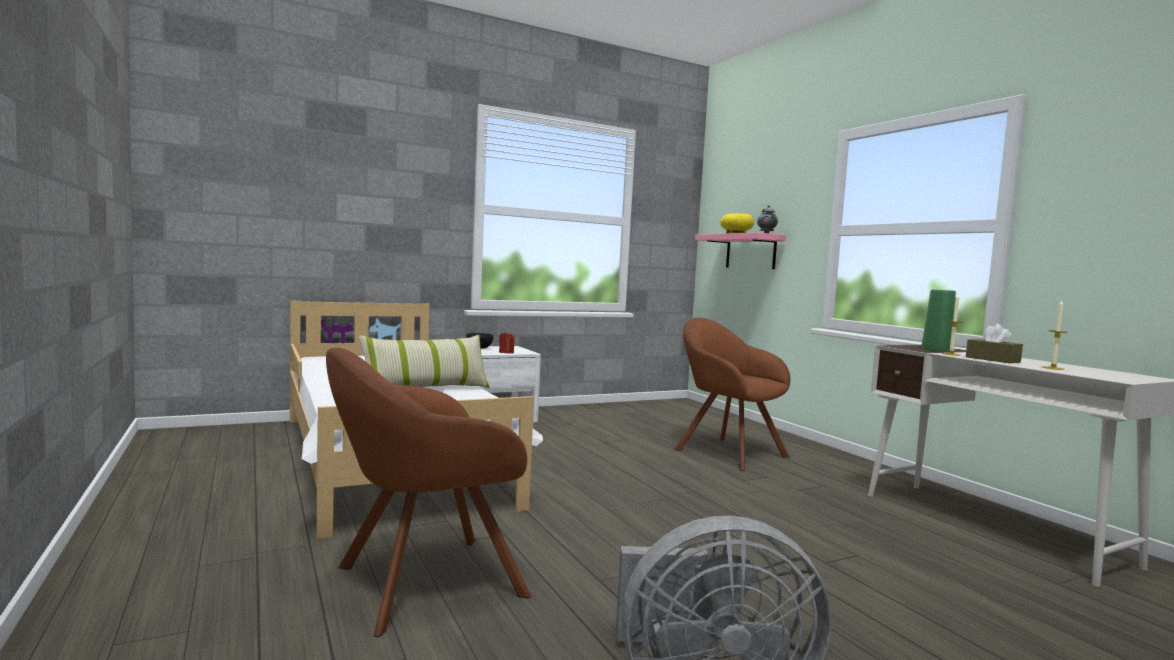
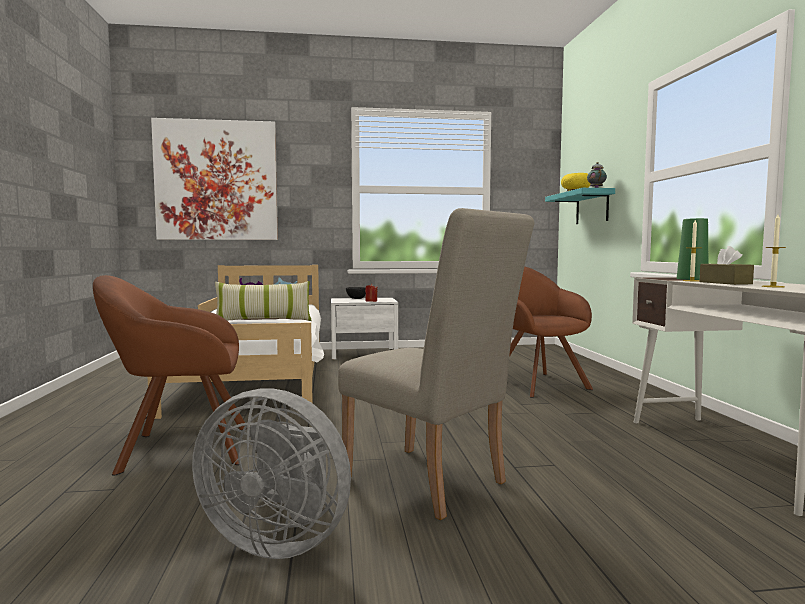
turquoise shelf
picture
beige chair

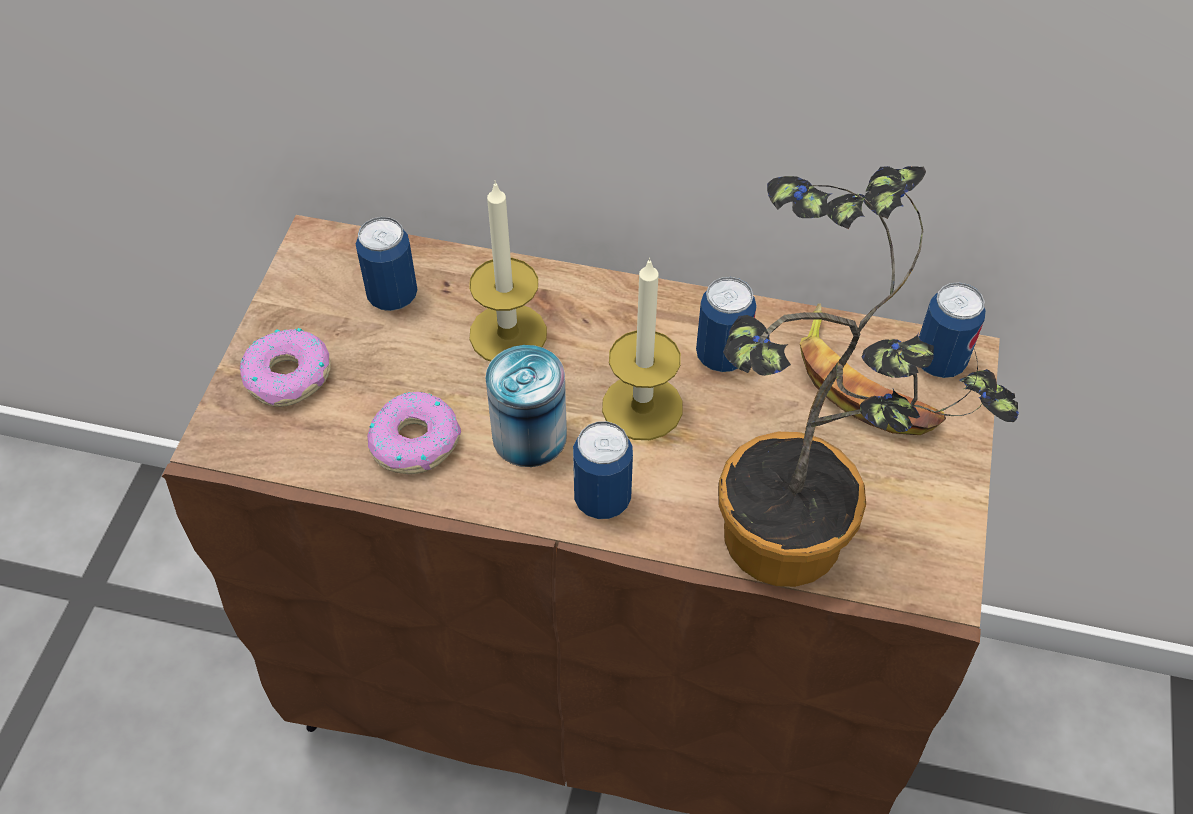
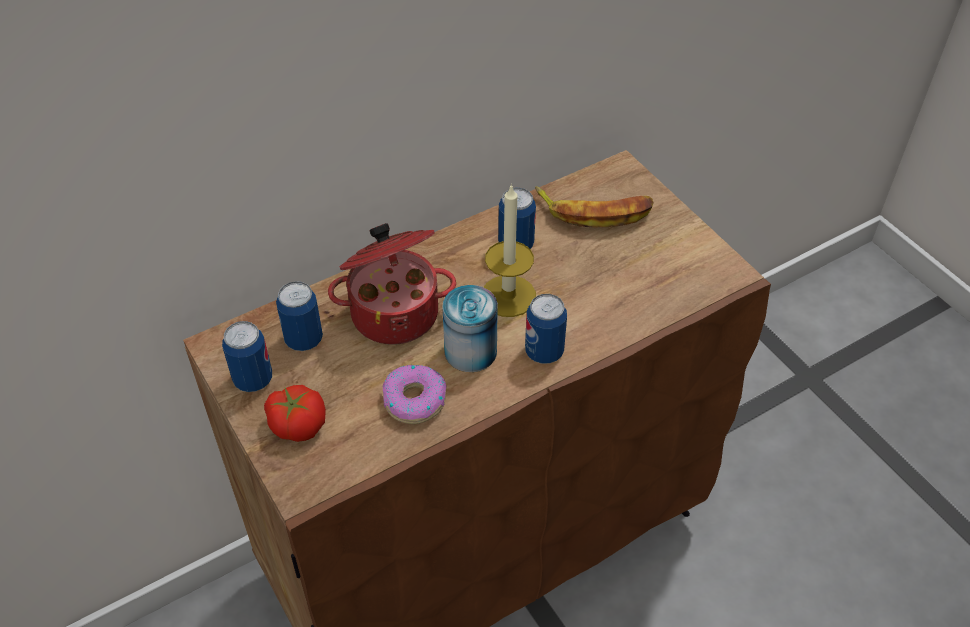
potted plant
cooking pot
can (1st from left)
tomato

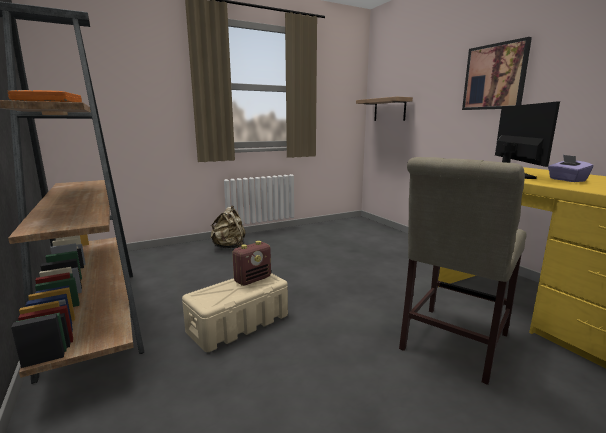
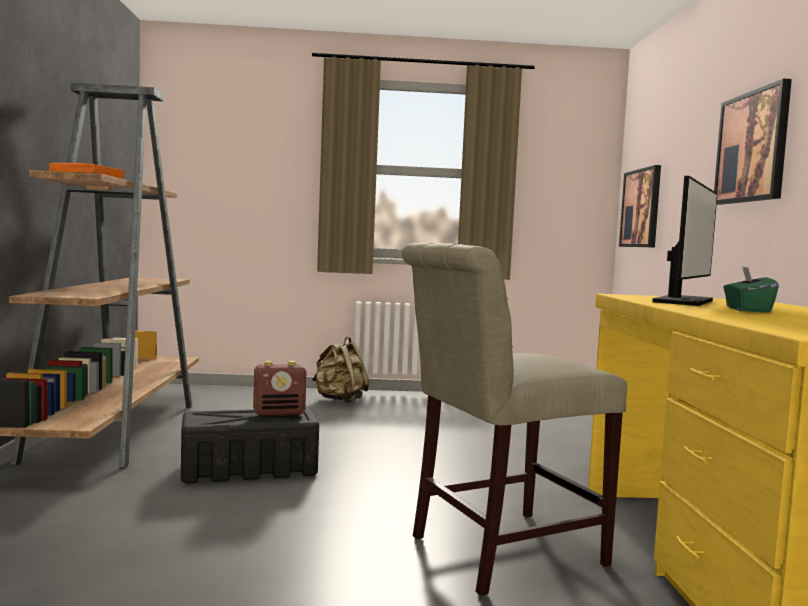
picture (1st from left)
green tissue box
black storage box

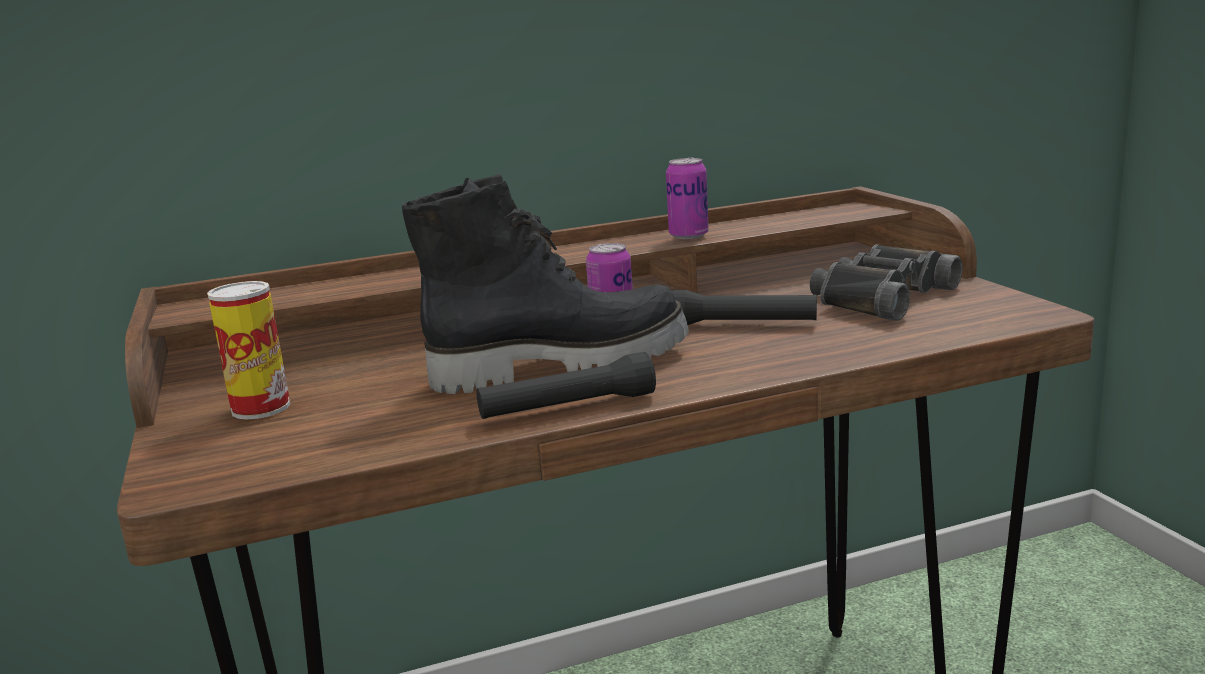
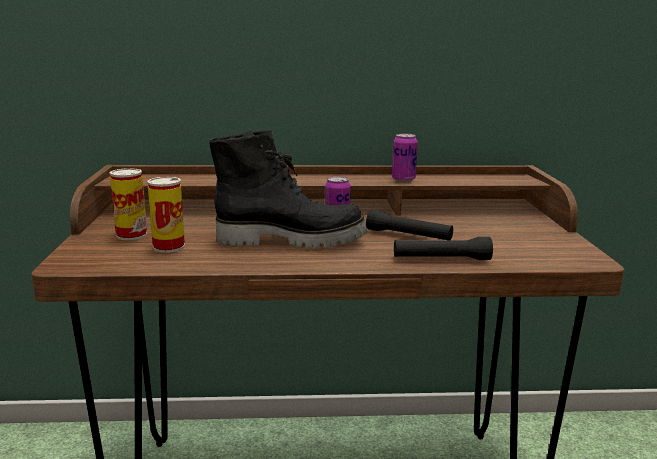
black binoculars
black flashlight (2nd from left)
can (2nd from left)

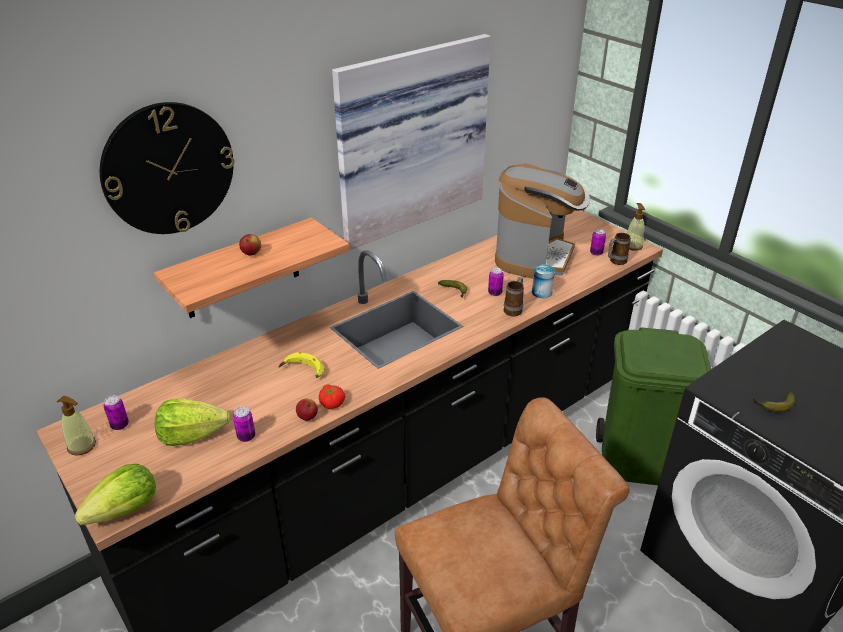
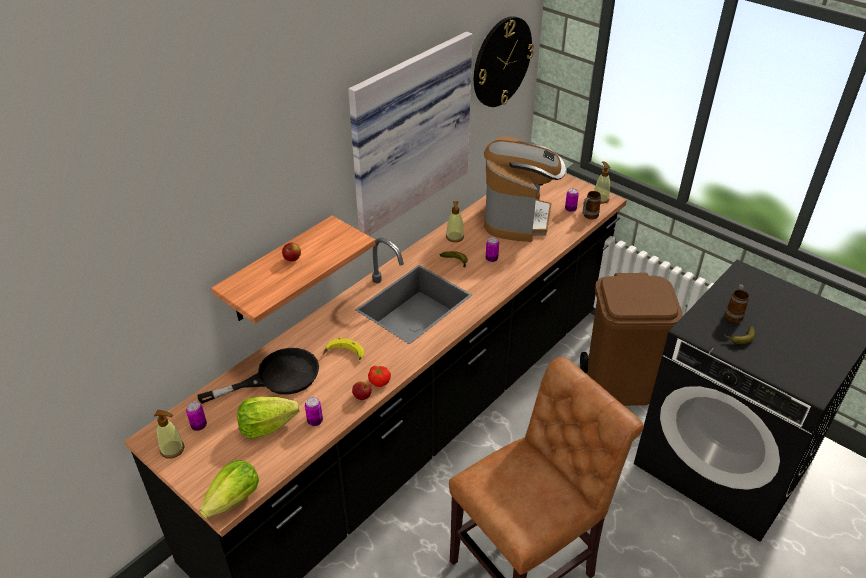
wall clock
can (4th from left in the first image)
mug (2nd from left)
brown trash can
soap dispenser (2nd from left)
black frying pan

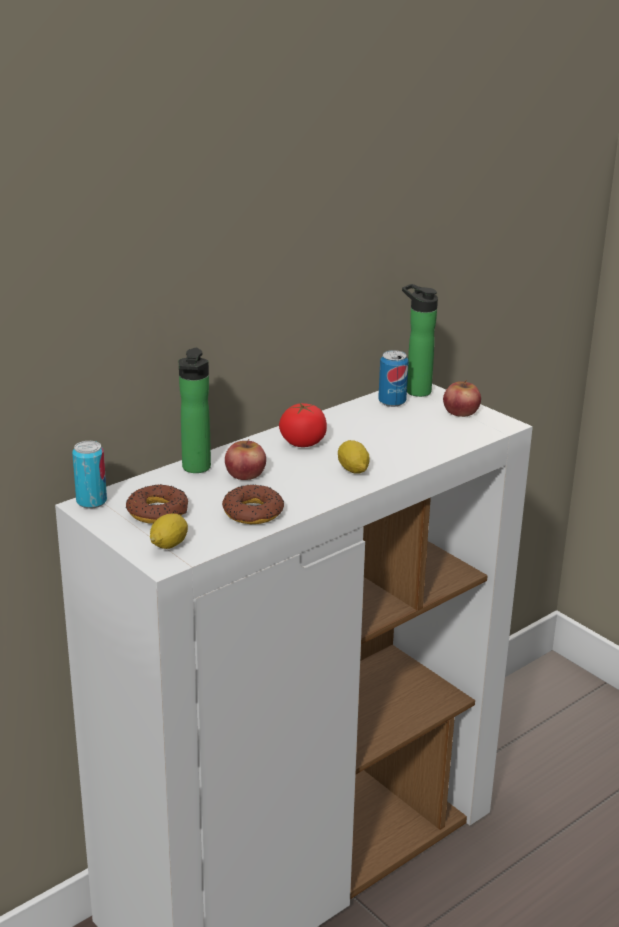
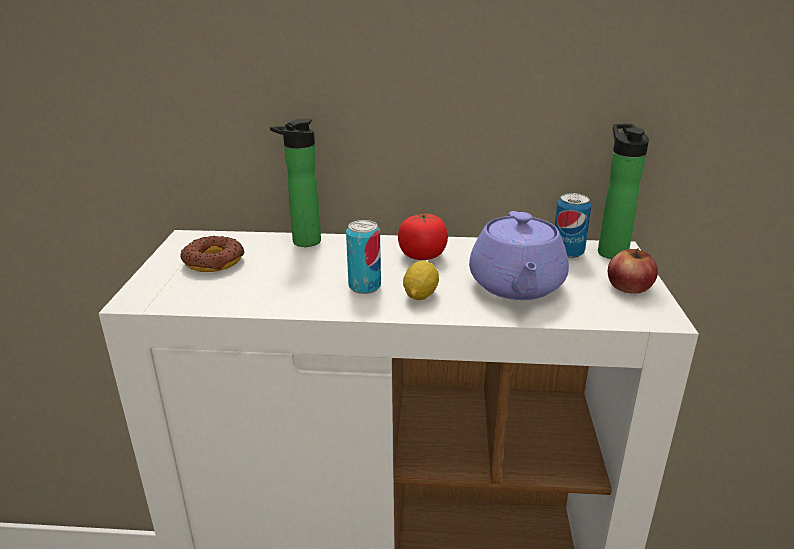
apple (1st from left in the first image)
can (1st from left)
donut (2nd from left in the first image)
lemon (1st from left in the first image)
purple teapot

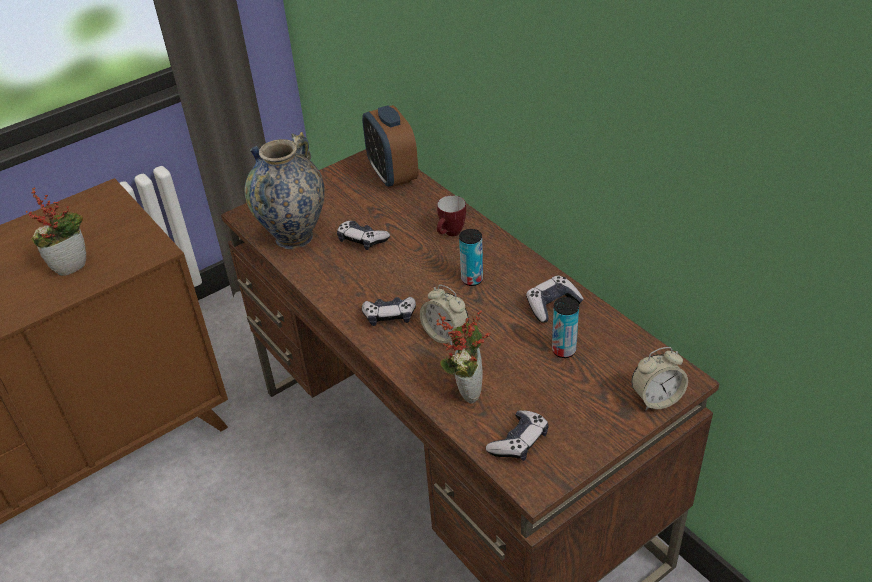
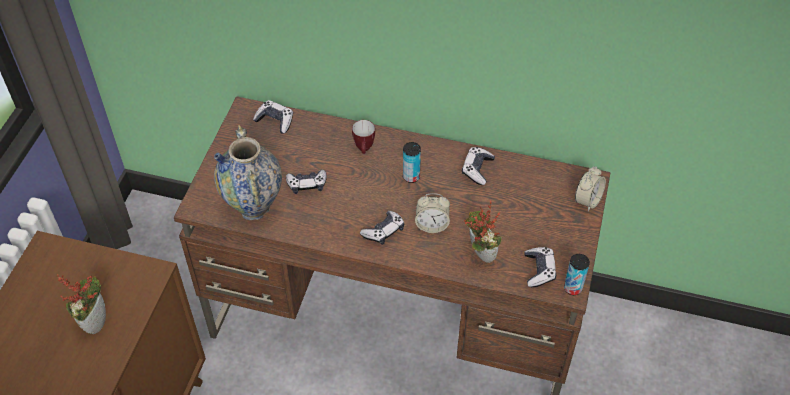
game controller (1st from left)
can (2nd from left)

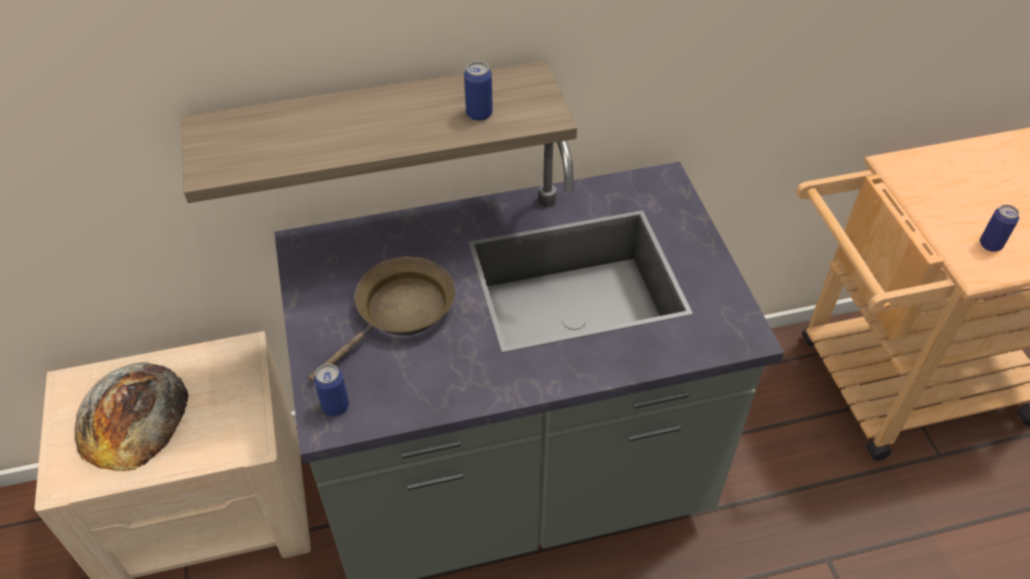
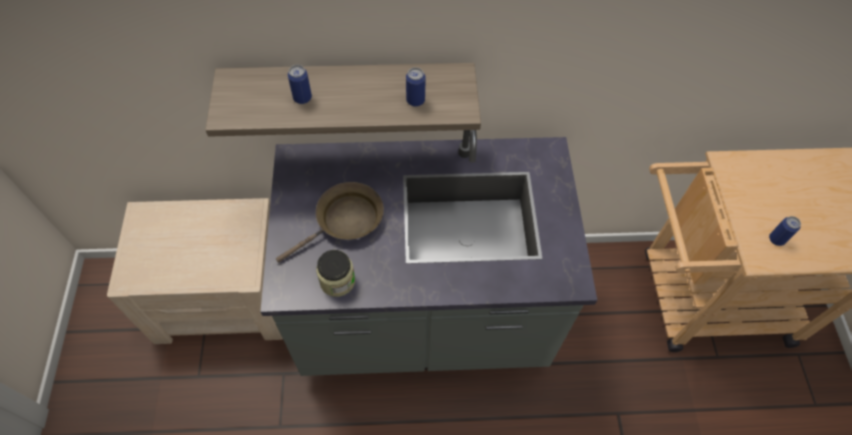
bread
can (1st from left)
jar

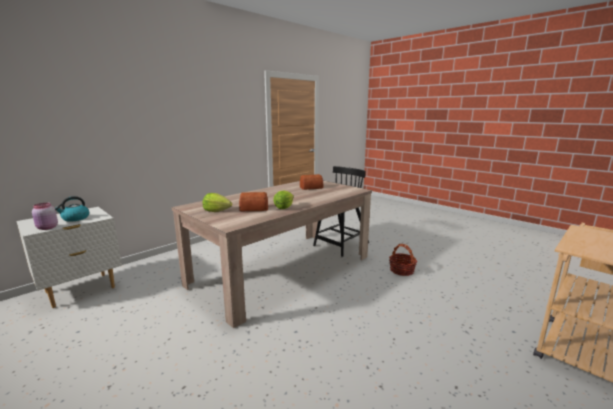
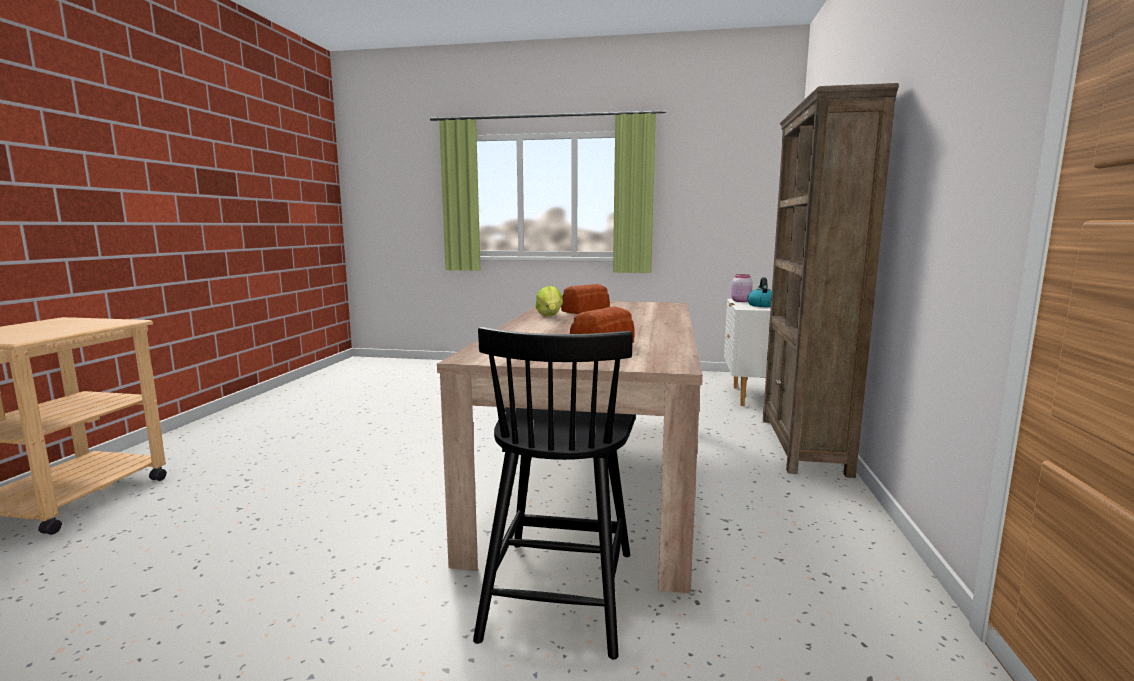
lettuce (1st from left in the first image)
basket
brown bookcase

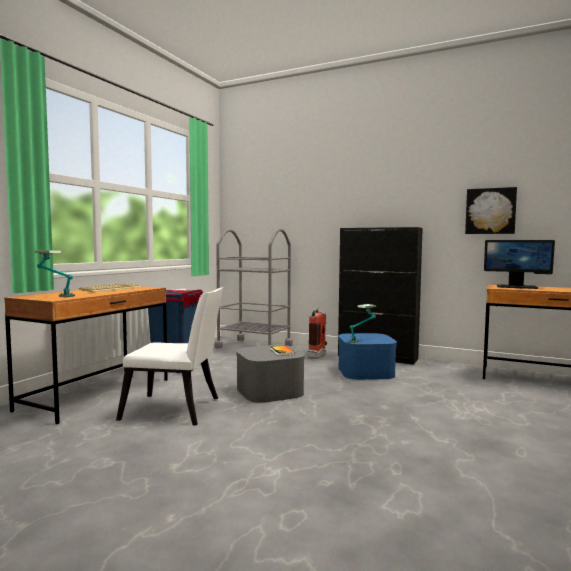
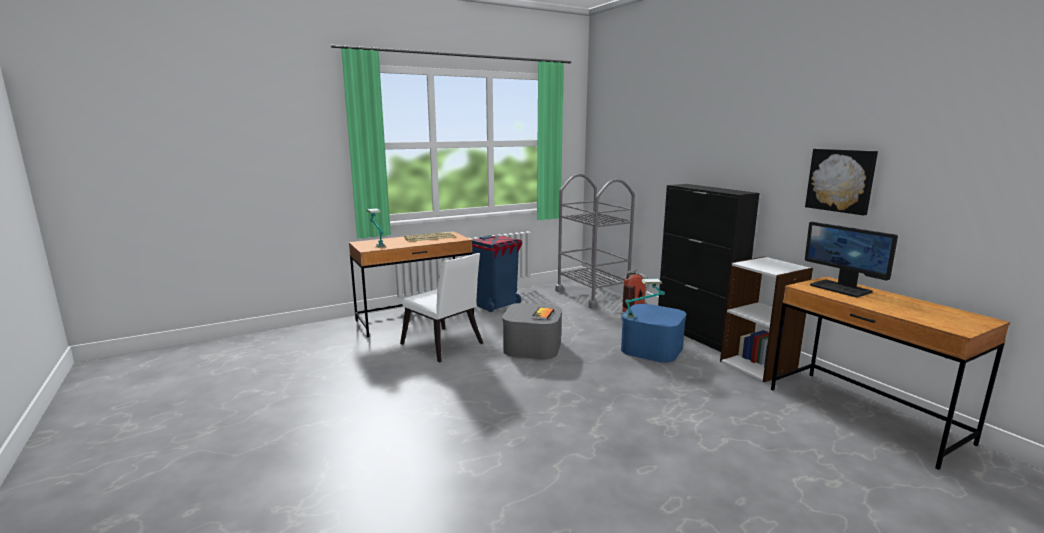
white bookcase

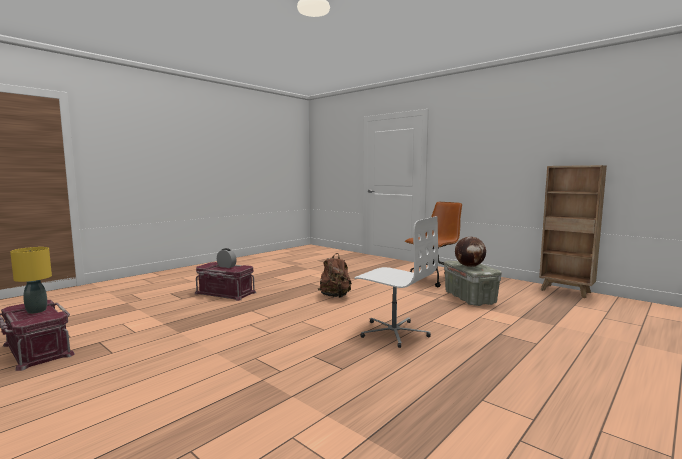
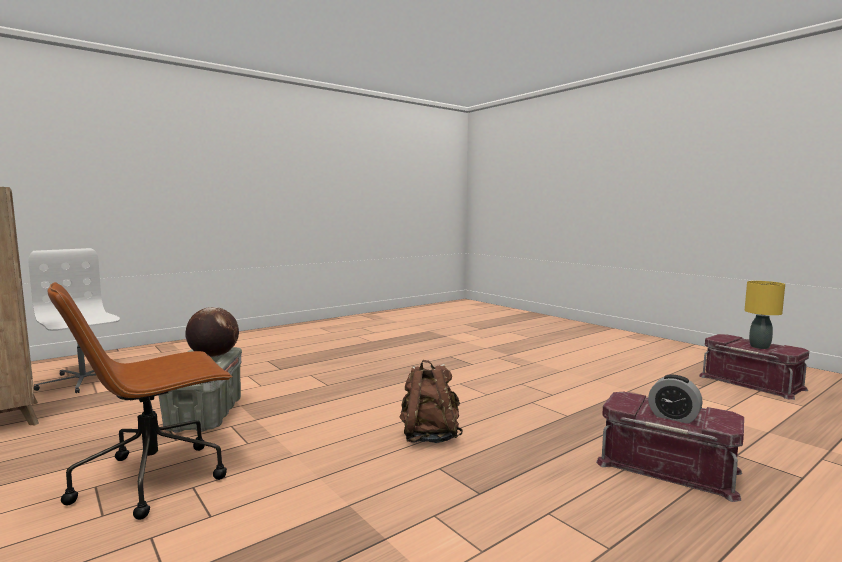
white office chair

